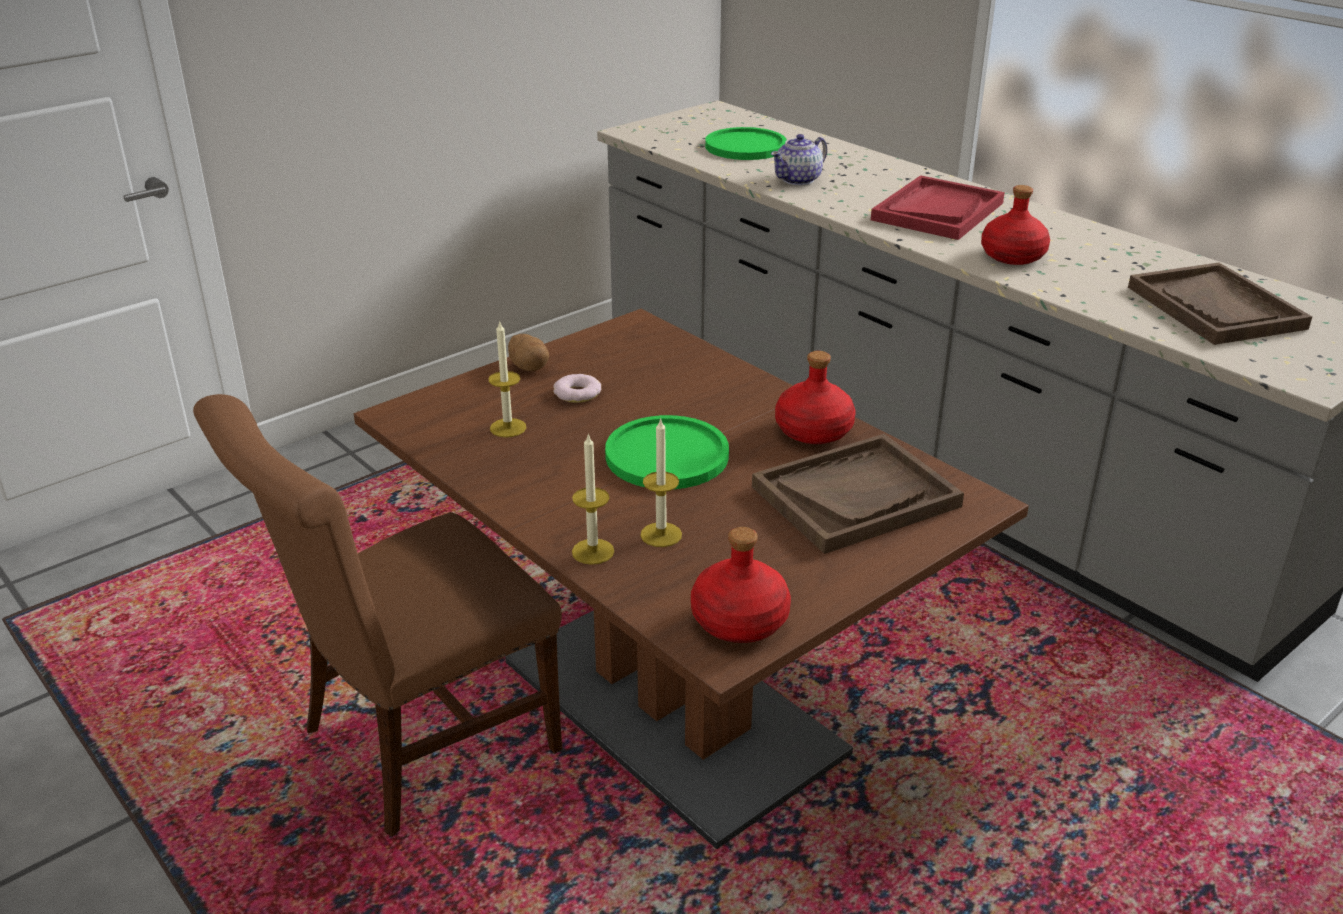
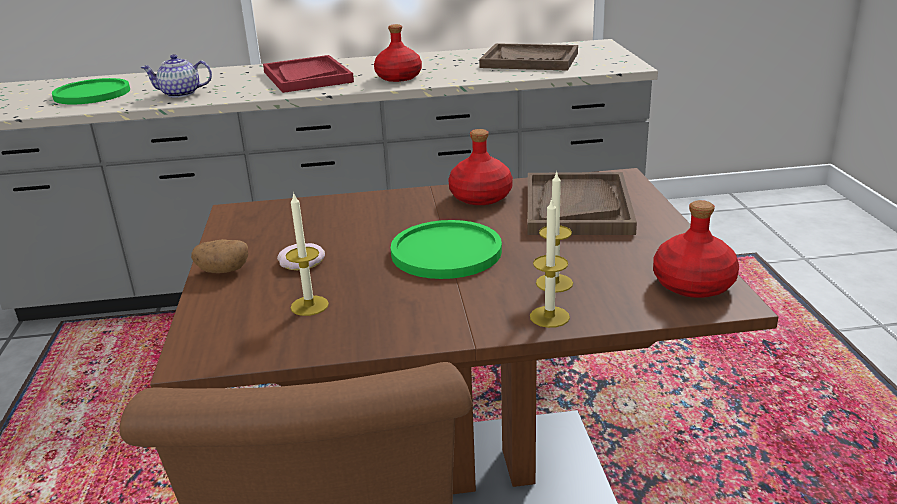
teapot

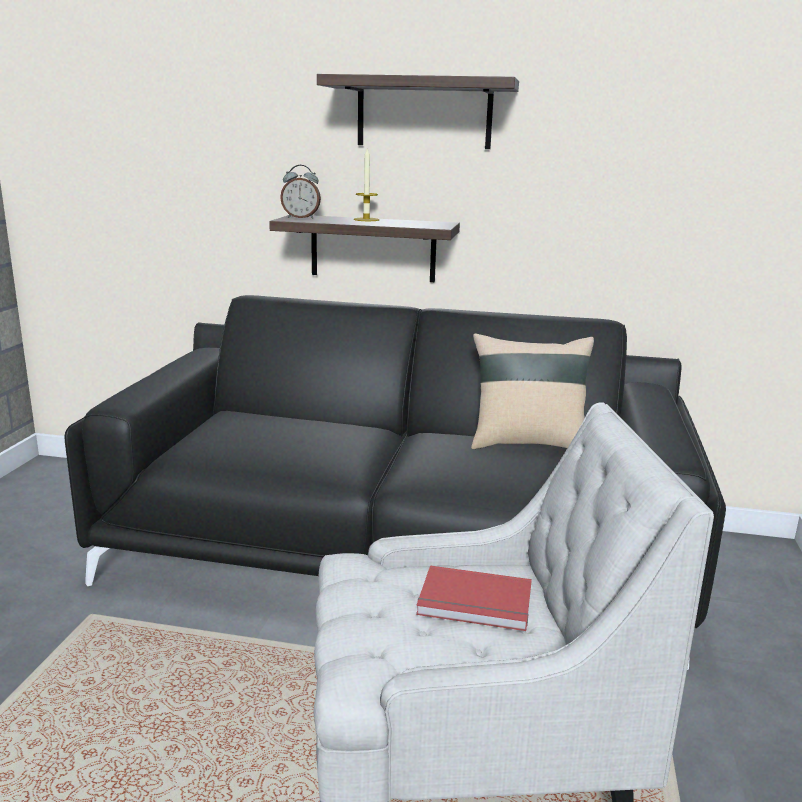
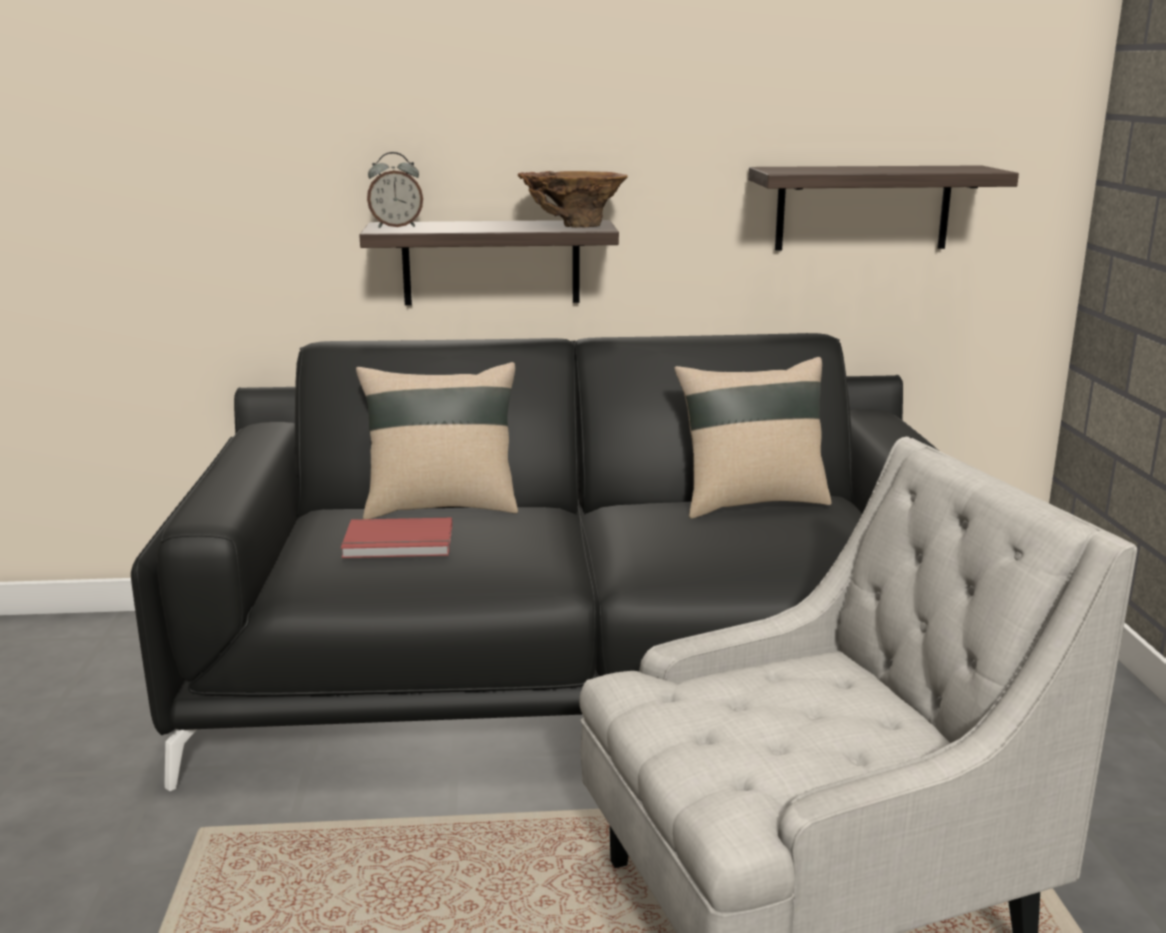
shelf (2nd from left)
candle
red book
brown vase
beige pillow (1st from left)

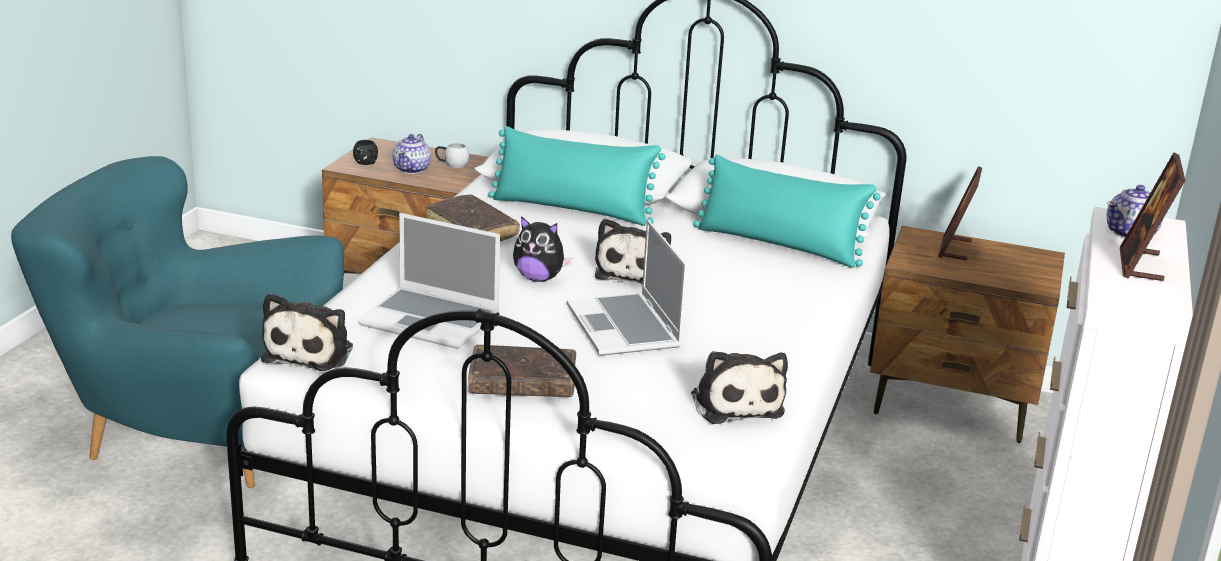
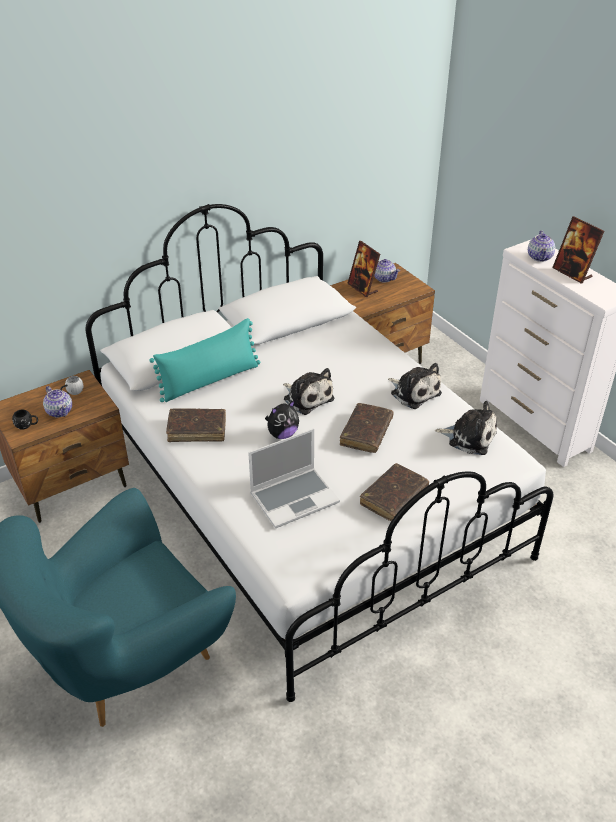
turquoise pillow (2nd from left in the first image)
brown book (2nd from left)
plush toy (3rd from left)
teapot (2nd from left)

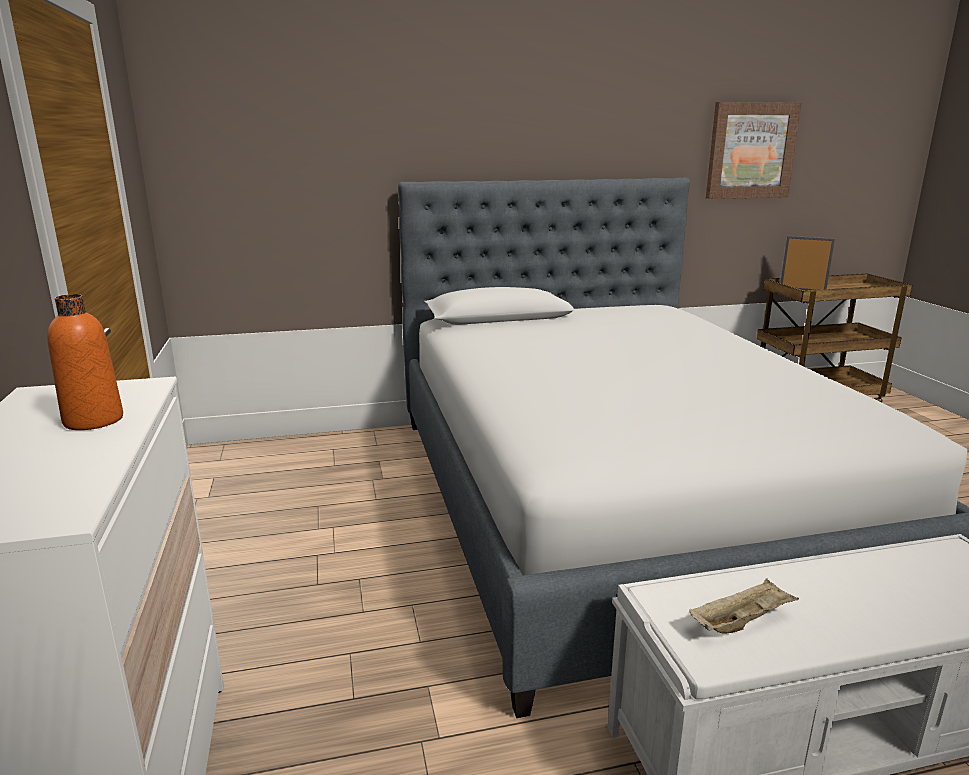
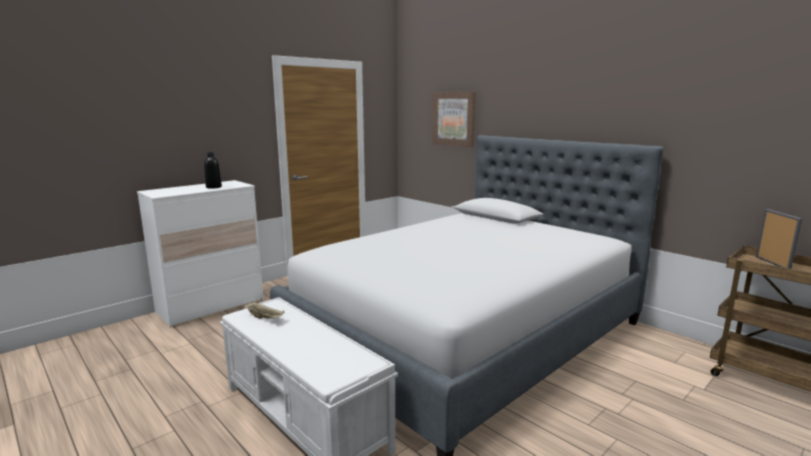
picture
black bottle

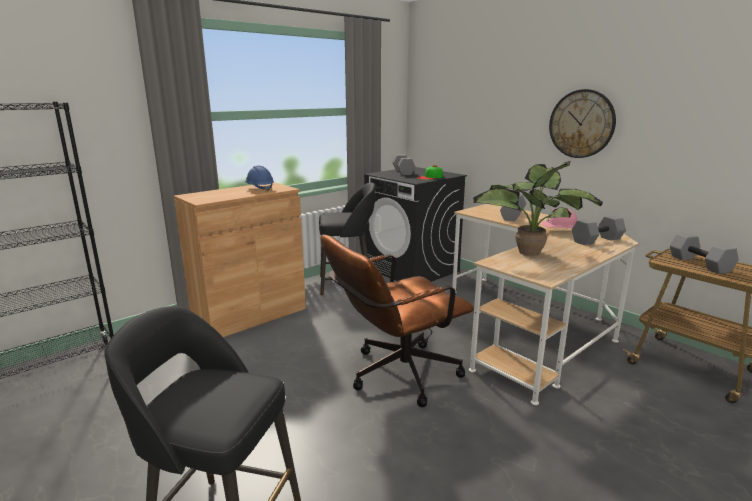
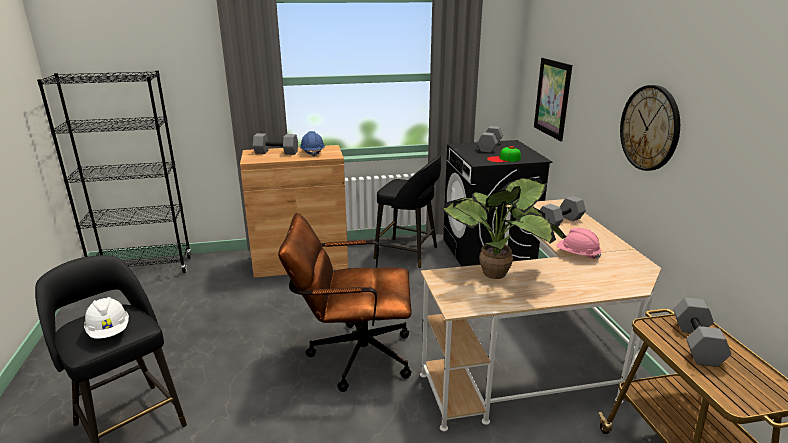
grey dumbbell (1st from left)
picture
white hard hat

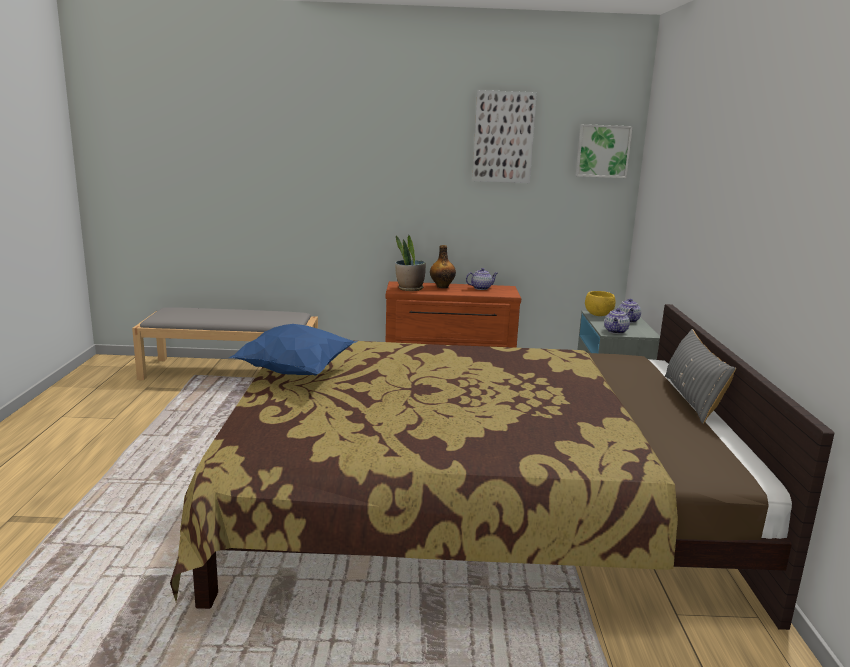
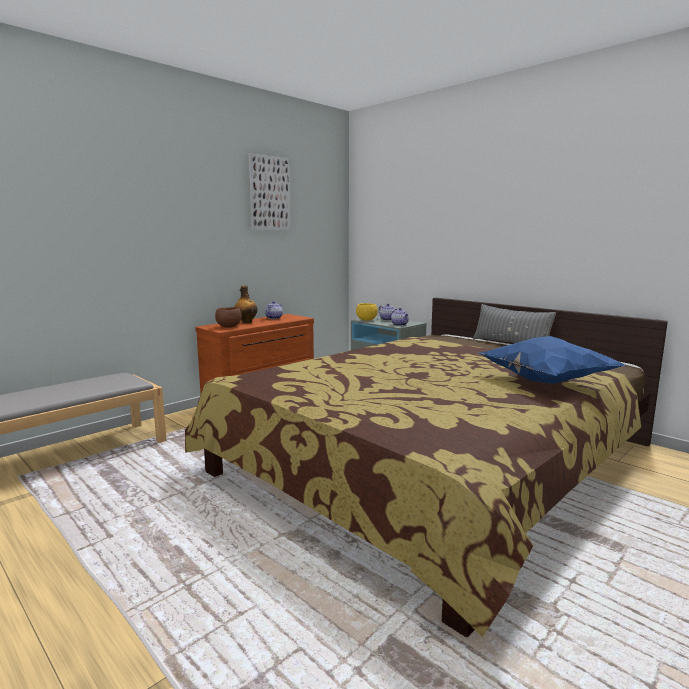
picture (2nd from left in the first image)
brown bowl
blue pillow

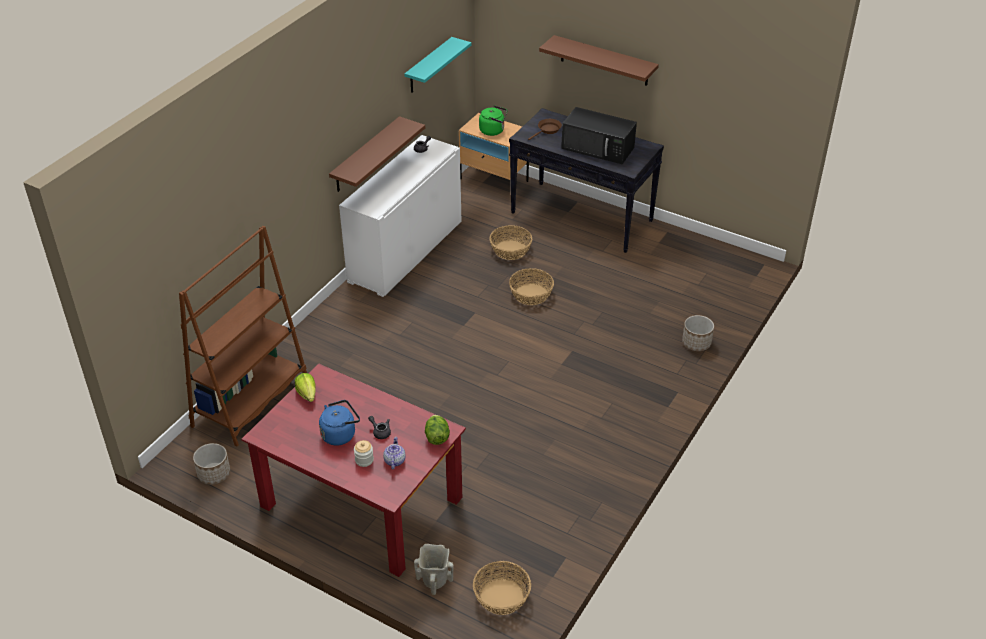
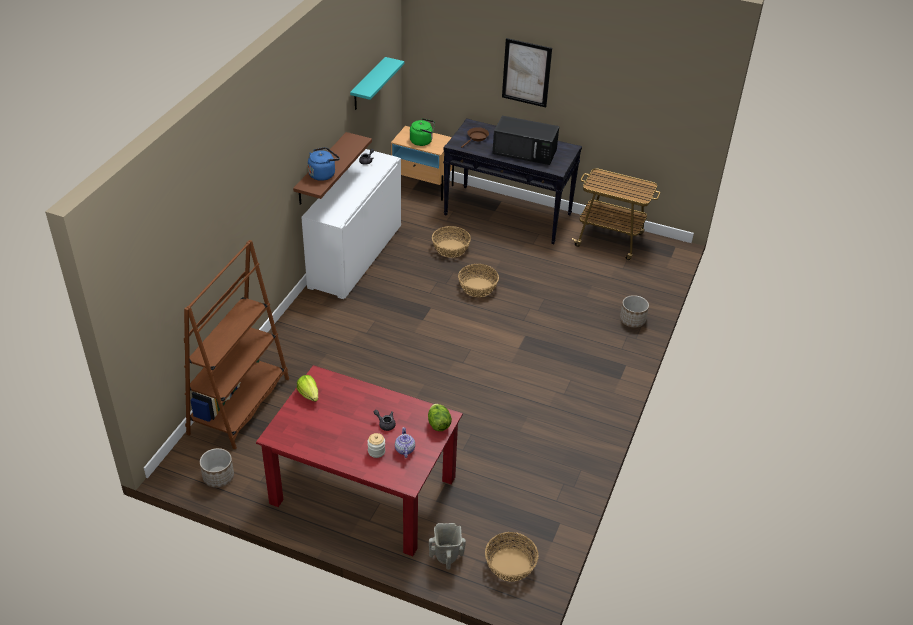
picture
blue kettle
cart

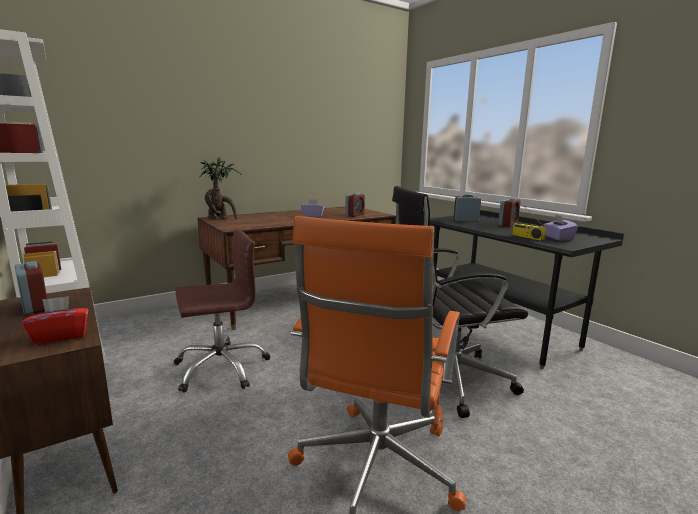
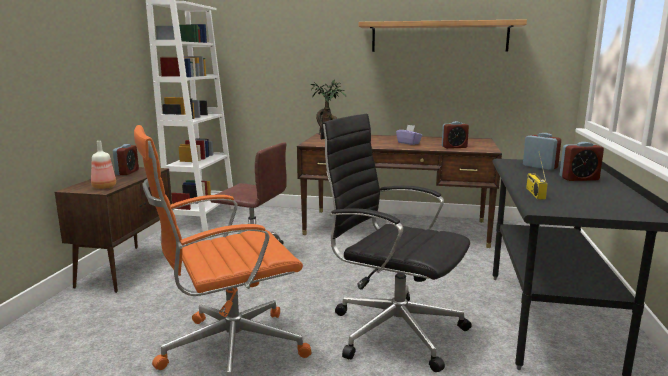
purple tissue box (2nd from left in the first image)
bottle
shelf

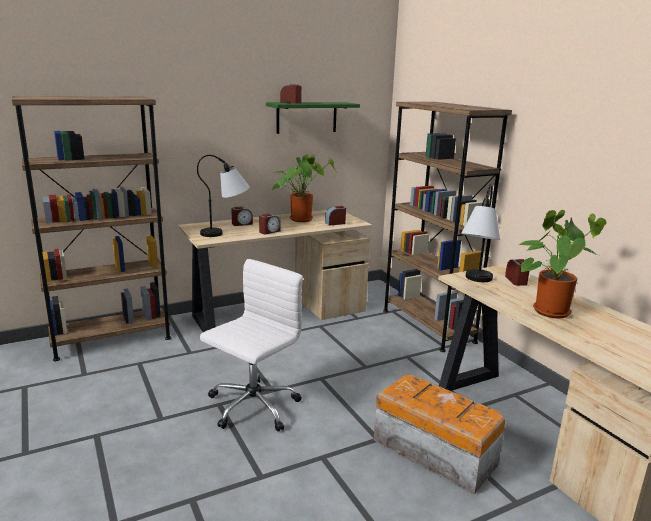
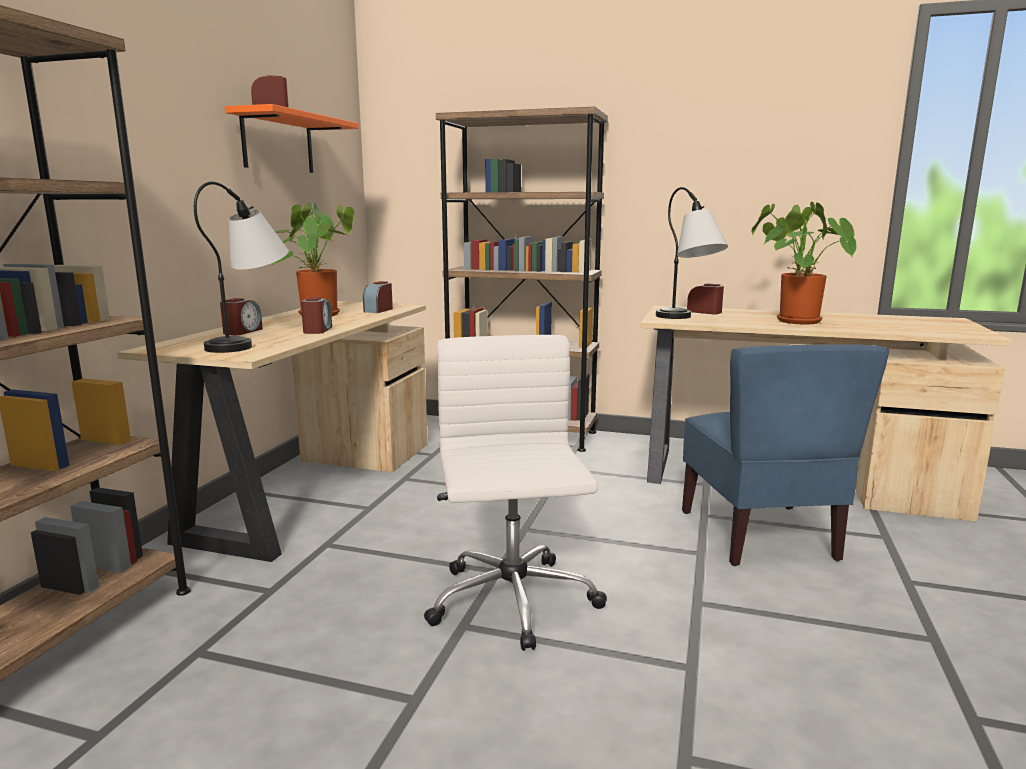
orange shelf
blue chair

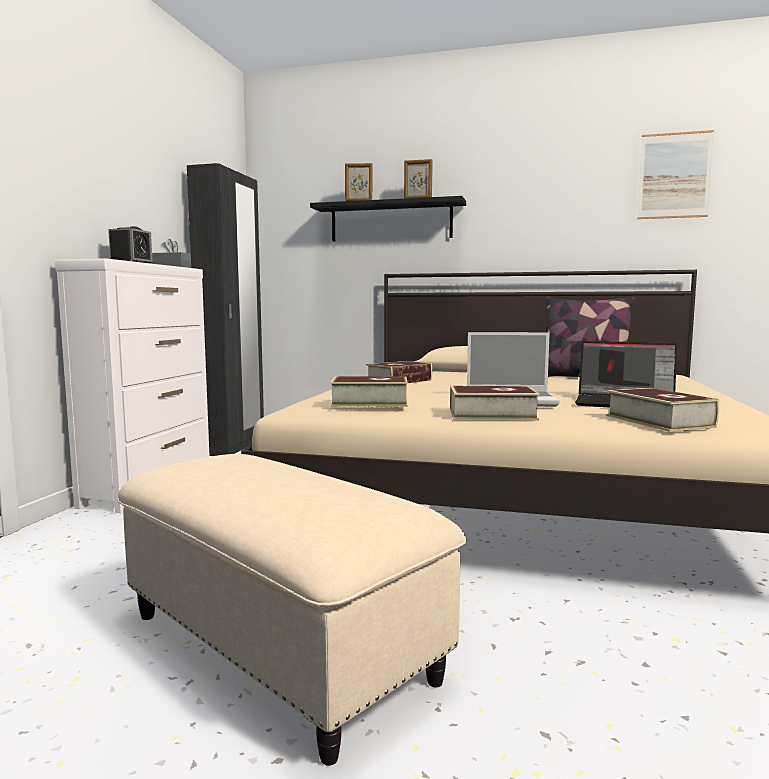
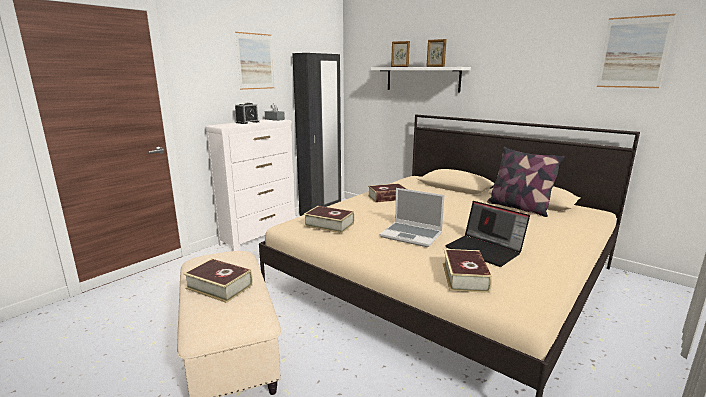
white shelf
book (1st from left)
picture (1st from left)

